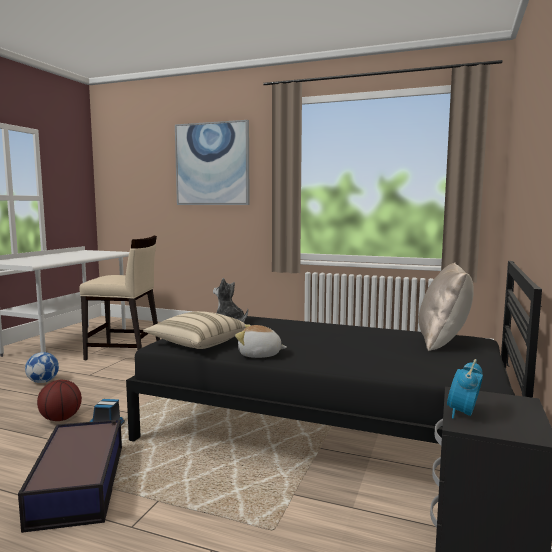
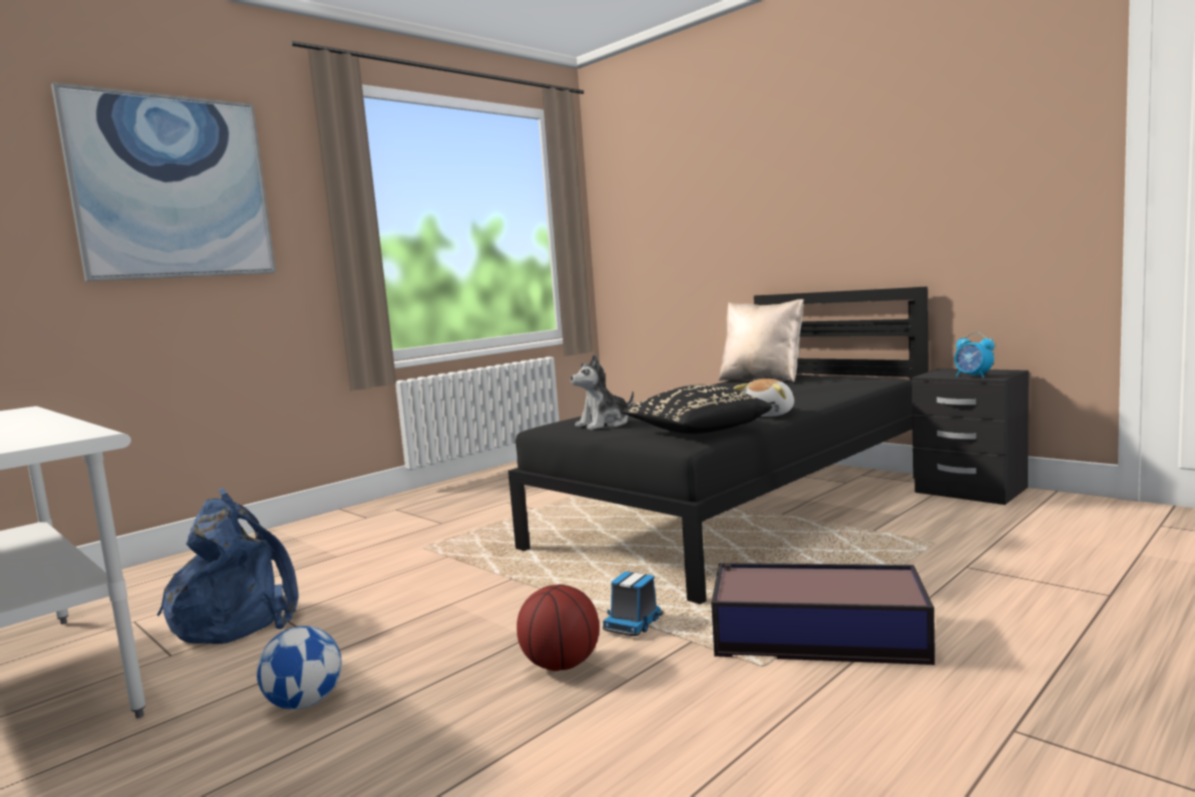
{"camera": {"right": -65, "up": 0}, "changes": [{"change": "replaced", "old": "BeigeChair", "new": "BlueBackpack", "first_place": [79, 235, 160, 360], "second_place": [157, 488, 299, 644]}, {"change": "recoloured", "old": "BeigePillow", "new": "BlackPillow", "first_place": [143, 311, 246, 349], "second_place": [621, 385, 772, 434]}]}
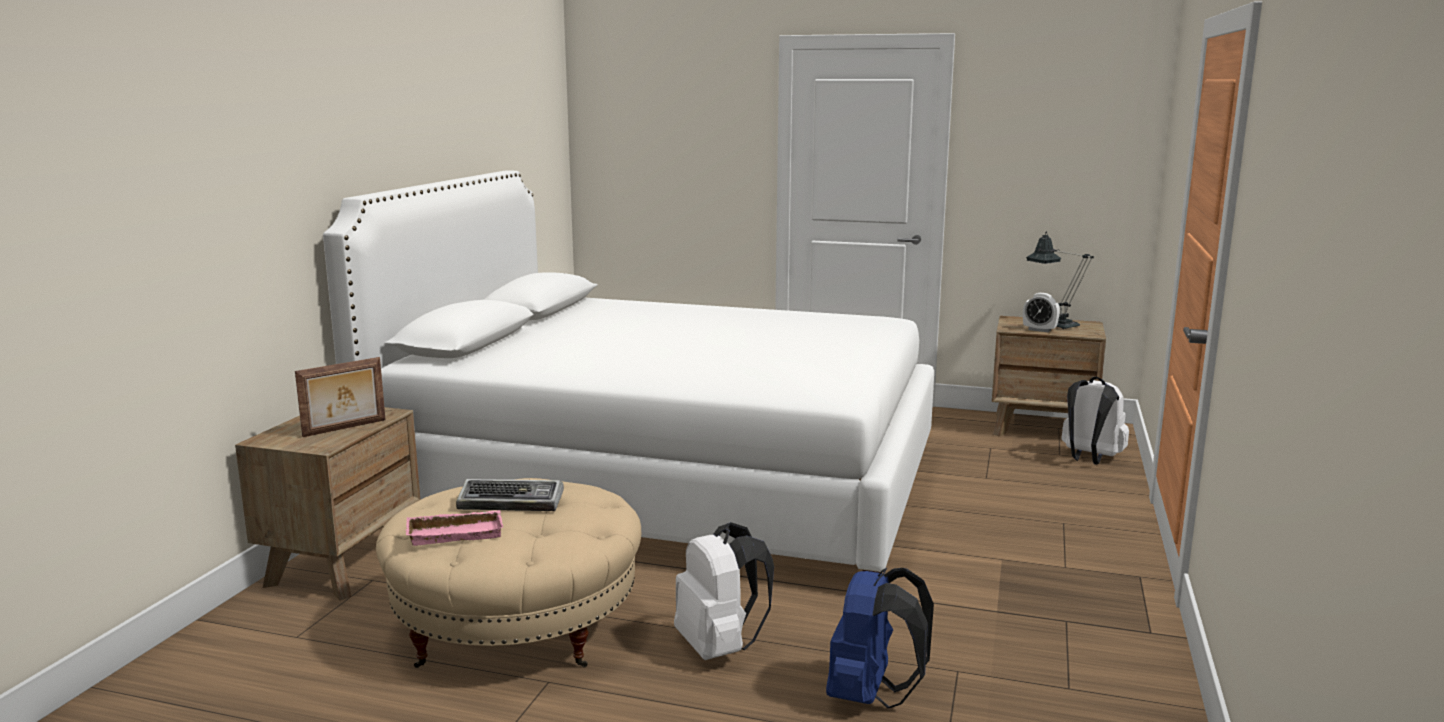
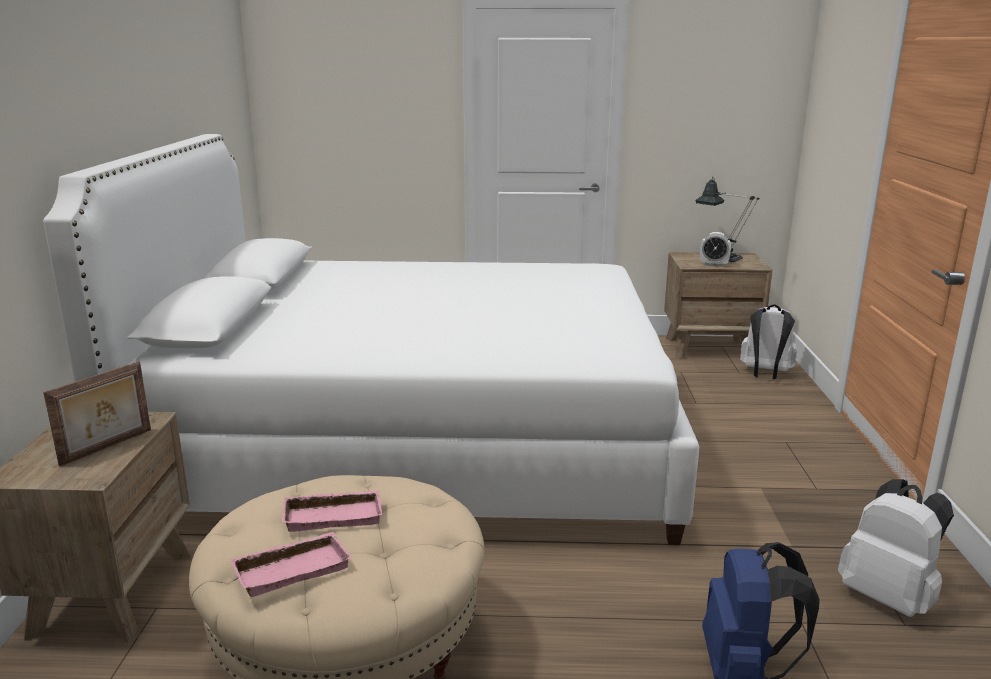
{"camera": {"right": -15, "up": 5}, "changes": [{"change": "moved", "old": "WhiteBackpack", "first_place": [674, 522, 774, 660], "second_place": [838, 479, 954, 617]}, {"change": "replaced", "old": "Keyboard", "new": "PinkTray", "first_place": [456, 479, 564, 511], "second_place": [281, 490, 382, 532]}]}
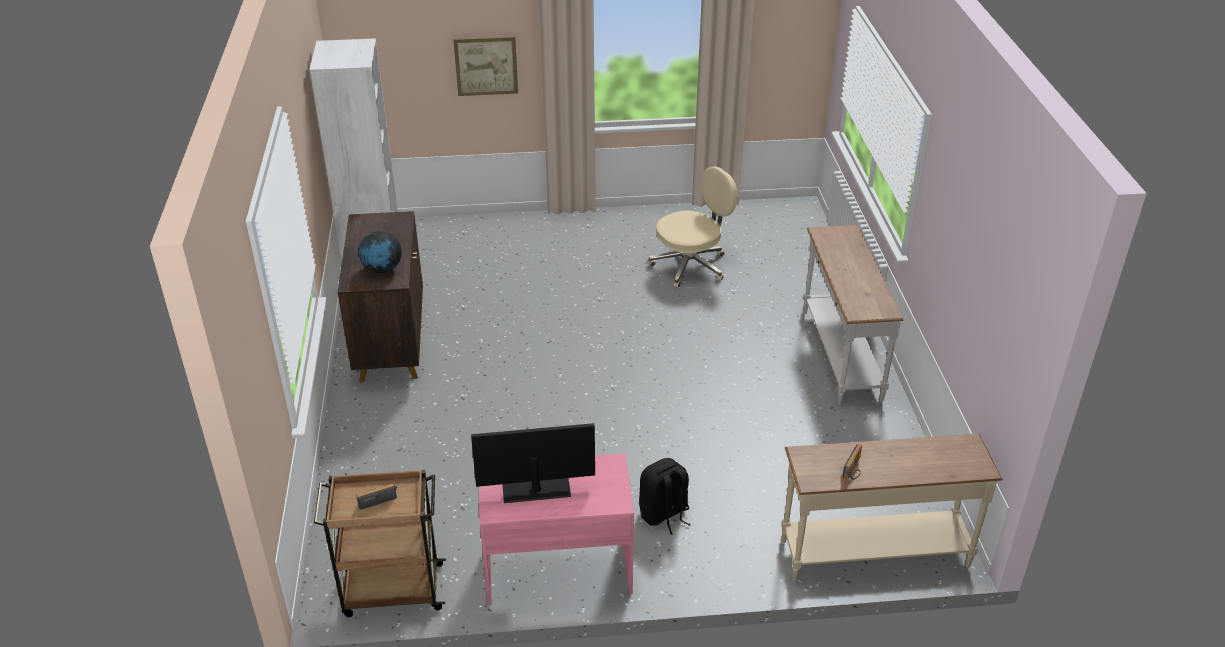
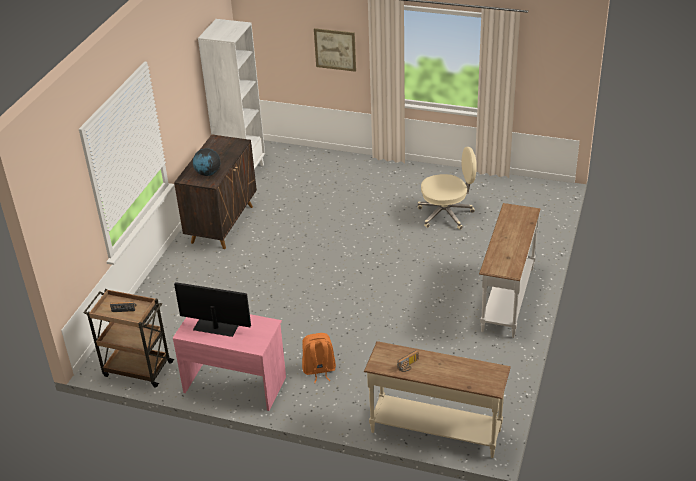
{"camera": {"right": 25, "up": 0}, "changes": [{"change": "recoloured", "old": "BlackBackpack", "new": "OrangeBackpack", "first_place": [639, 458, 691, 535], "second_place": [302, 333, 336, 383]}]}
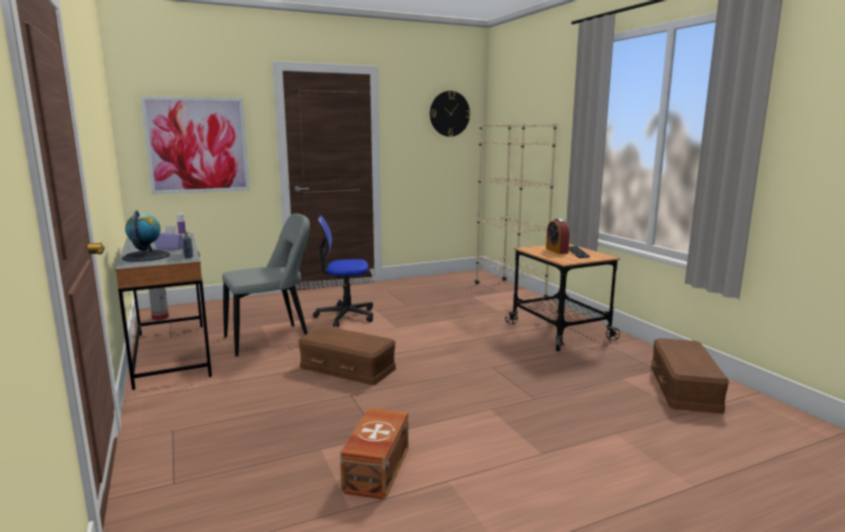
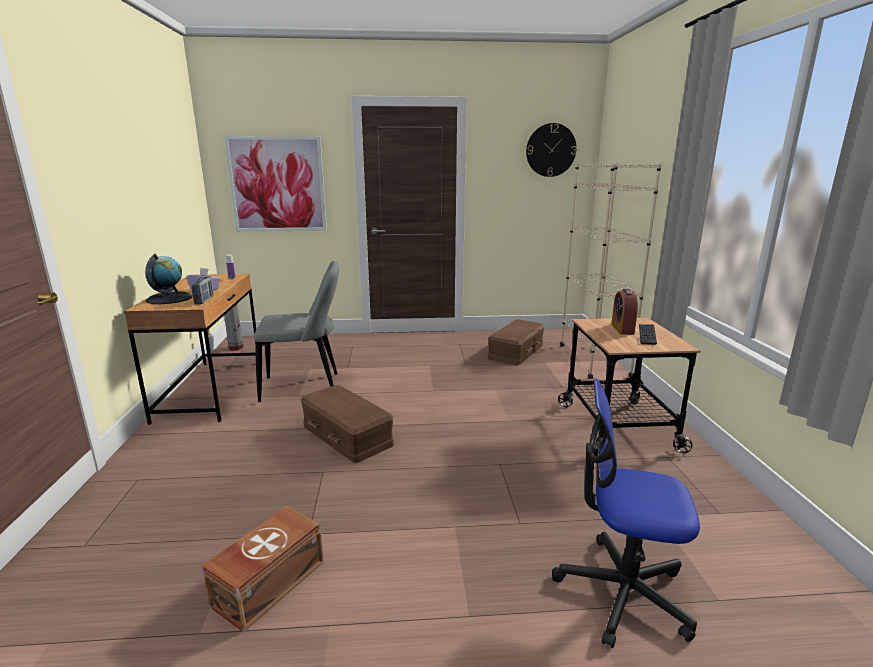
{"camera": {"right": 20, "up": 5}, "changes": [{"change": "moved", "old": "OfficeChair", "first_place": [313, 215, 373, 327], "second_place": [552, 378, 700, 648]}, {"change": "moved", "old": "BrownStorageBox", "first_place": [651, 338, 729, 414], "second_place": [488, 319, 544, 366]}, {"change": "recoloured", "old": "GreyDesk", "new": "BrownDesk", "first_place": [115, 234, 212, 390], "second_place": [124, 274, 256, 425]}]}
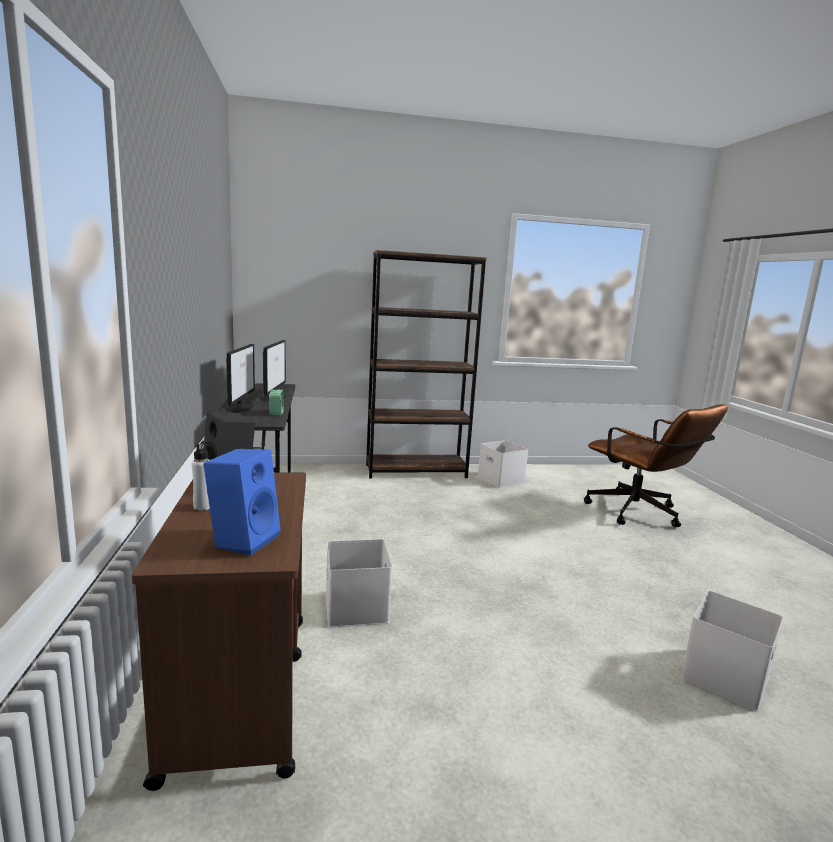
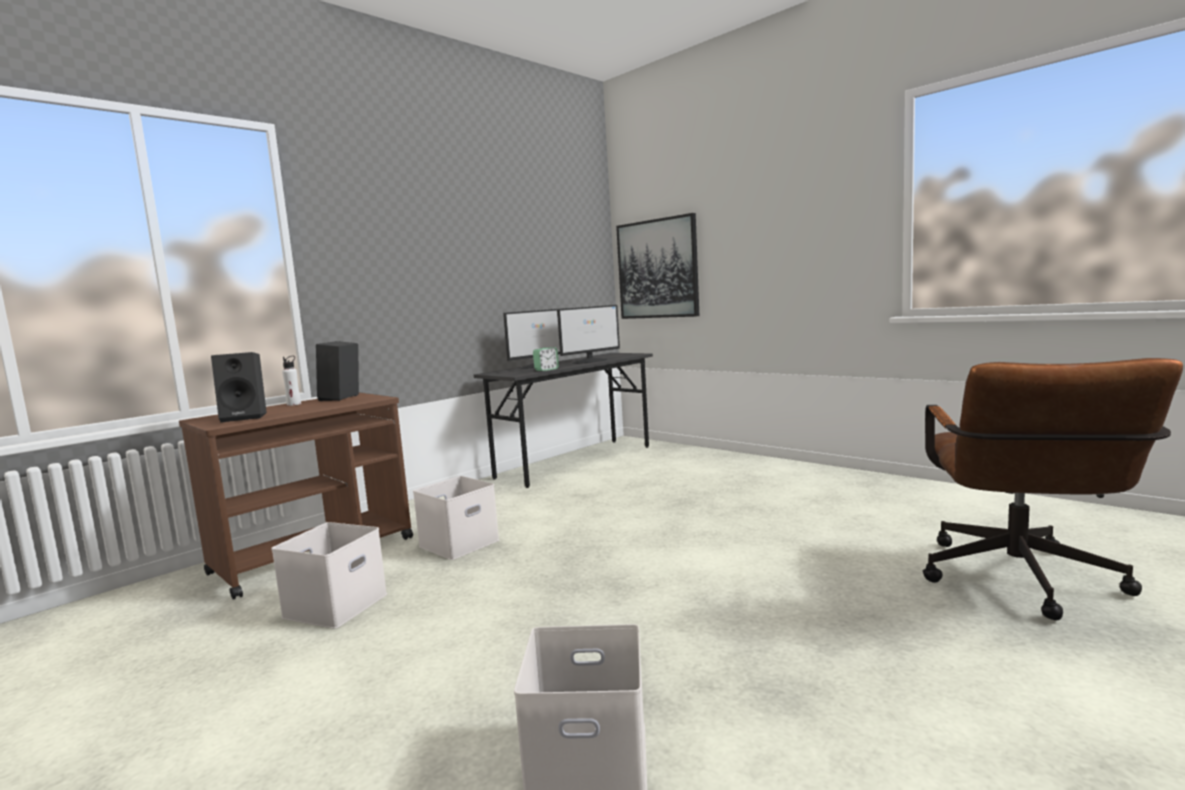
{"camera": {"right": 55, "up": -5}, "changes": [{"change": "removed", "old": "BrownBookcase", "first_place": [366, 250, 487, 478]}, {"change": "added", "new": "Picture", "second_place": [616, 213, 699, 319]}, {"change": "moved", "old": "WhiteStorageBox", "first_place": [478, 440, 528, 488], "second_place": [271, 522, 387, 629]}, {"change": "recoloured", "old": "BlueSpeaker", "new": "BlackSpeaker", "first_place": [203, 449, 281, 556], "second_place": [211, 352, 267, 422]}]}
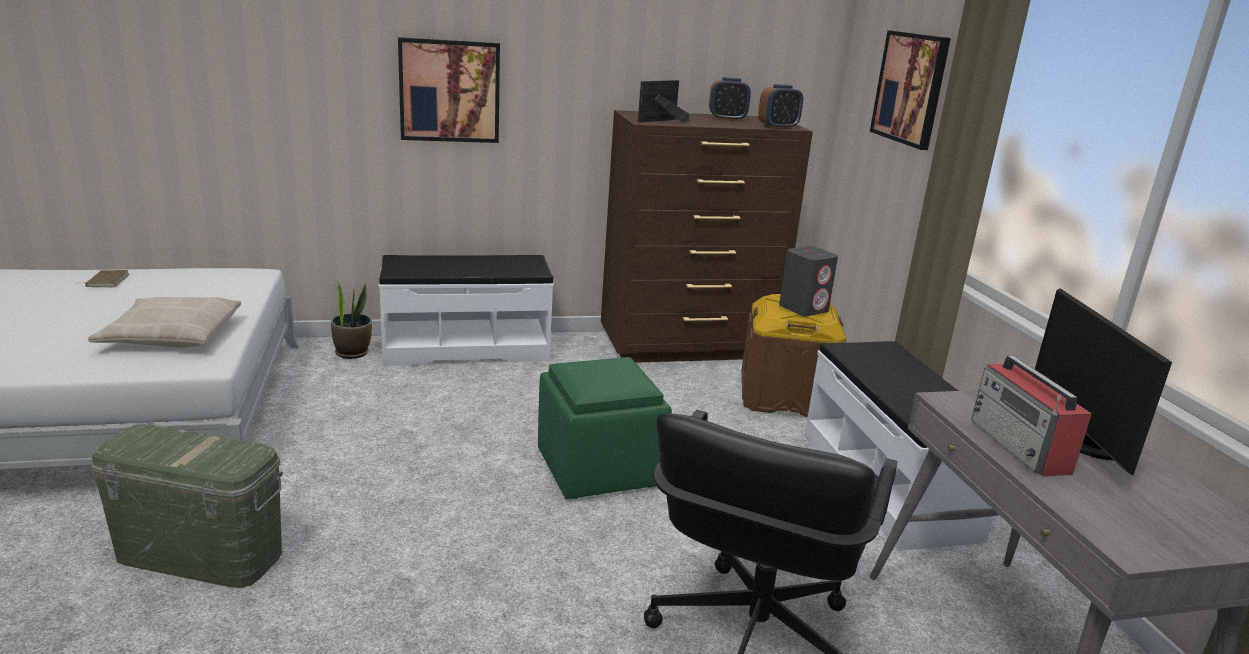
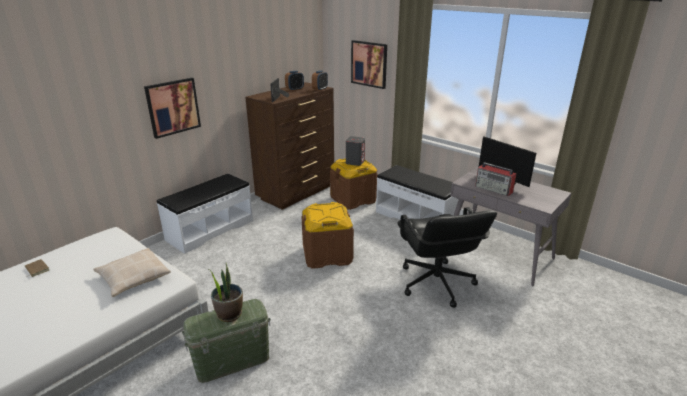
{"camera": {"right": -35, "up": 5}, "changes": [{"change": "moved", "old": "PottedPlant", "first_place": [331, 281, 372, 359], "second_place": [209, 263, 243, 322]}, {"change": "replaced", "old": "GreenOttoman", "new": "BrownStorageBox", "first_place": [538, 357, 672, 499], "second_place": [301, 202, 354, 269]}]}
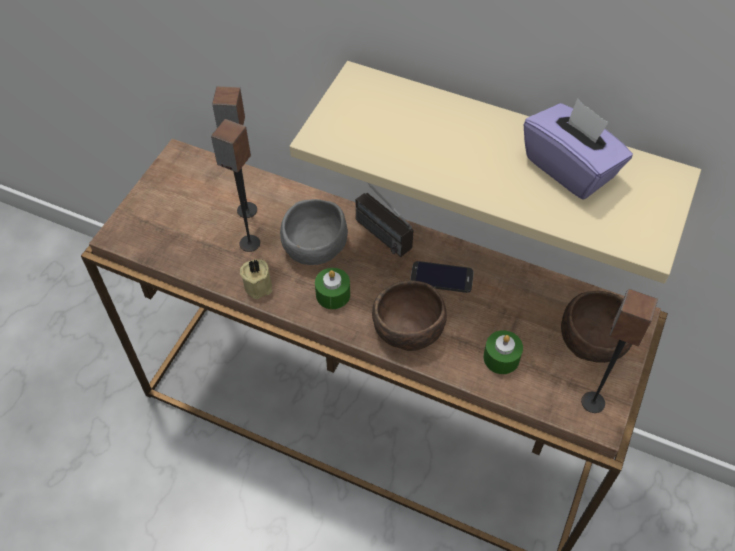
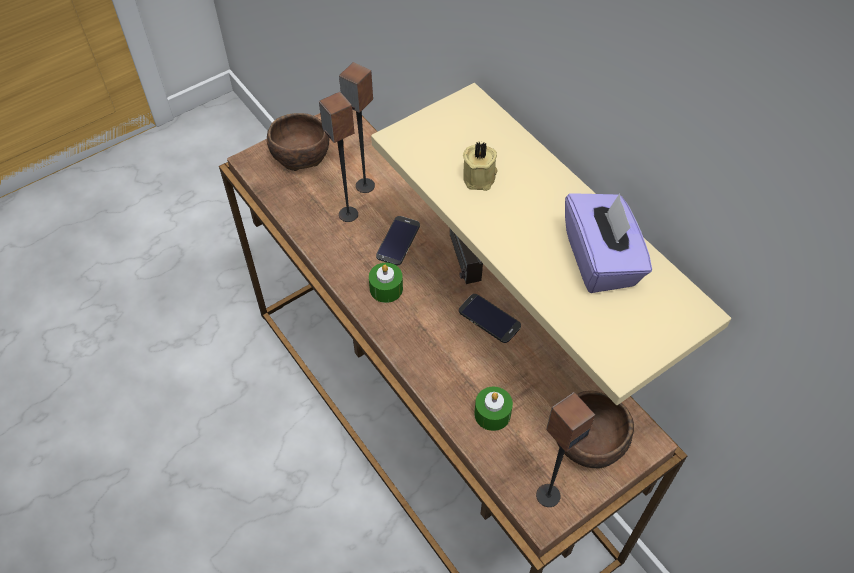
{"camera": {"right": 30, "up": 0}, "changes": [{"change": "moved", "old": "BeigeCandle", "first_place": [240, 259, 272, 299], "second_place": [463, 142, 498, 191]}, {"change": "moved", "old": "BrownBowl", "first_place": [372, 280, 447, 351], "second_place": [267, 113, 329, 171]}, {"change": "replaced", "old": "GreyBowl", "new": "Phone", "first_place": [280, 199, 348, 265], "second_place": [376, 216, 420, 266]}]}
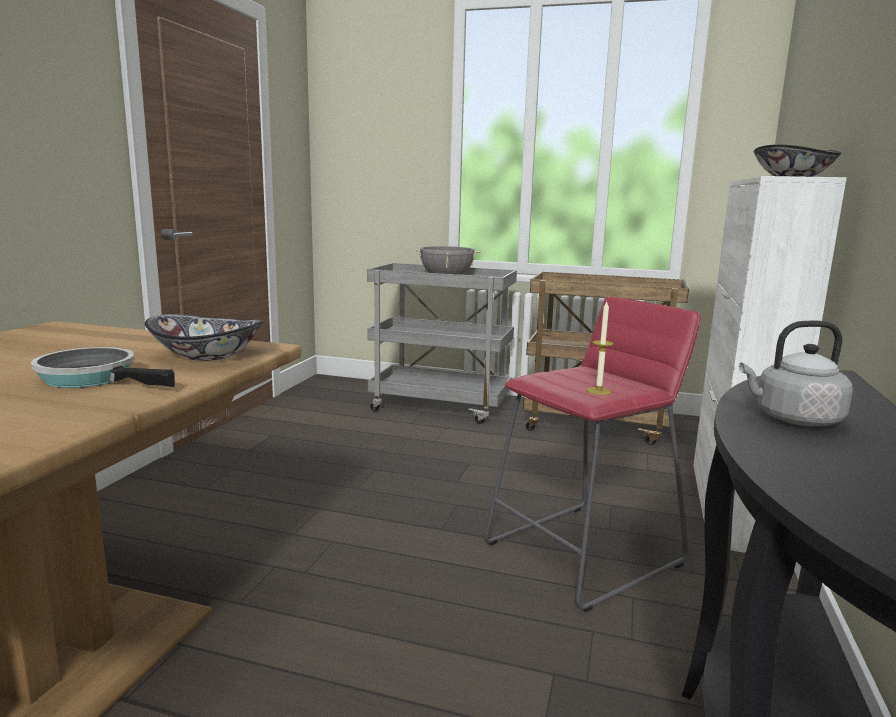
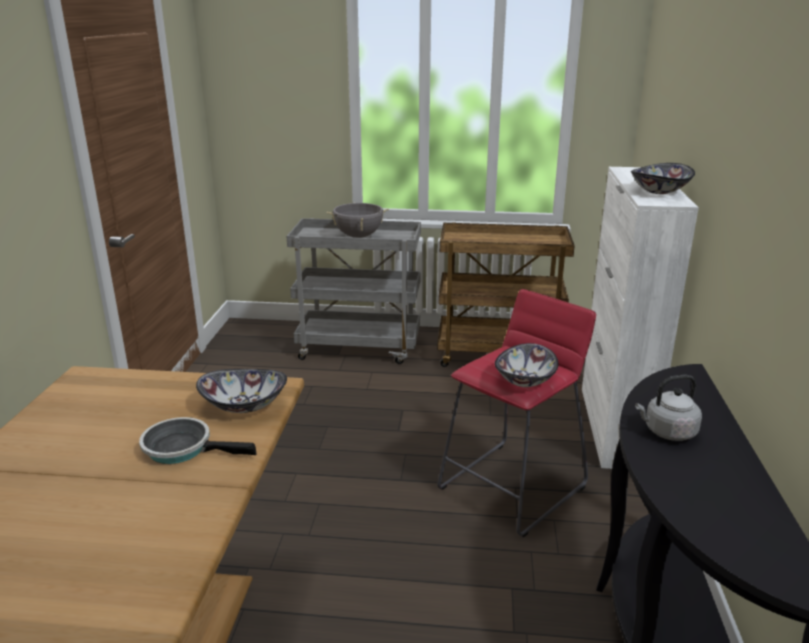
{"camera": {"right": -10, "up": 10}, "changes": [{"change": "replaced", "old": "Candle", "new": "Bowl", "first_place": [586, 302, 614, 395], "second_place": [495, 343, 559, 387]}]}
